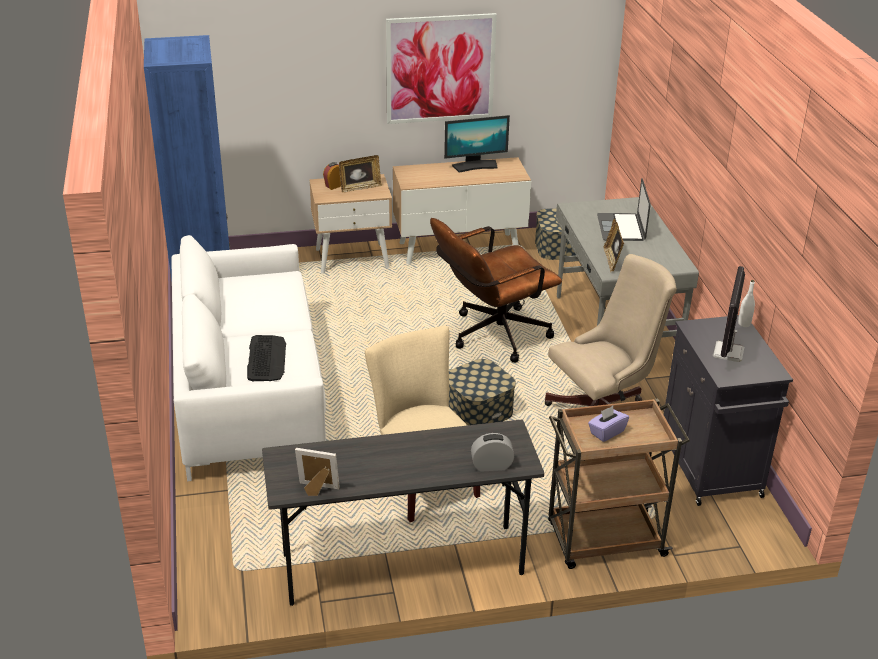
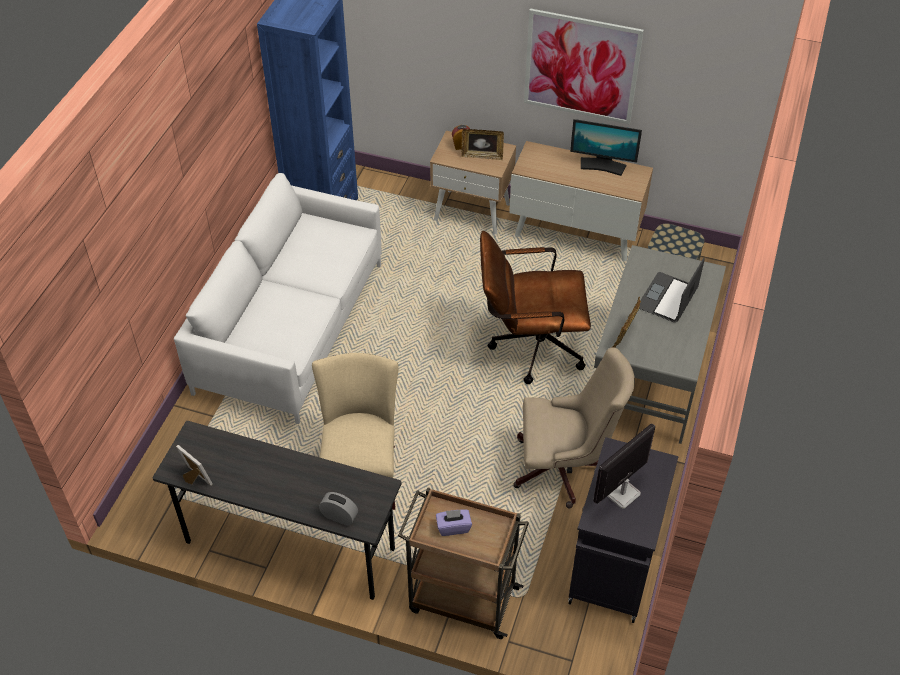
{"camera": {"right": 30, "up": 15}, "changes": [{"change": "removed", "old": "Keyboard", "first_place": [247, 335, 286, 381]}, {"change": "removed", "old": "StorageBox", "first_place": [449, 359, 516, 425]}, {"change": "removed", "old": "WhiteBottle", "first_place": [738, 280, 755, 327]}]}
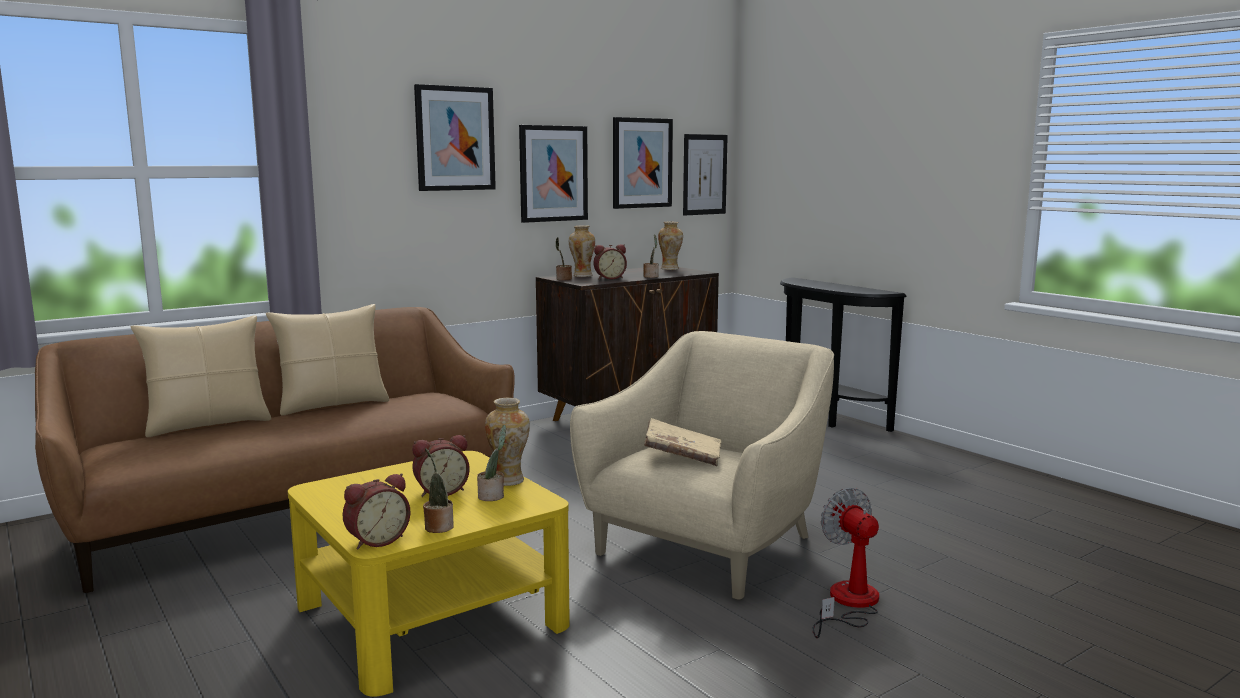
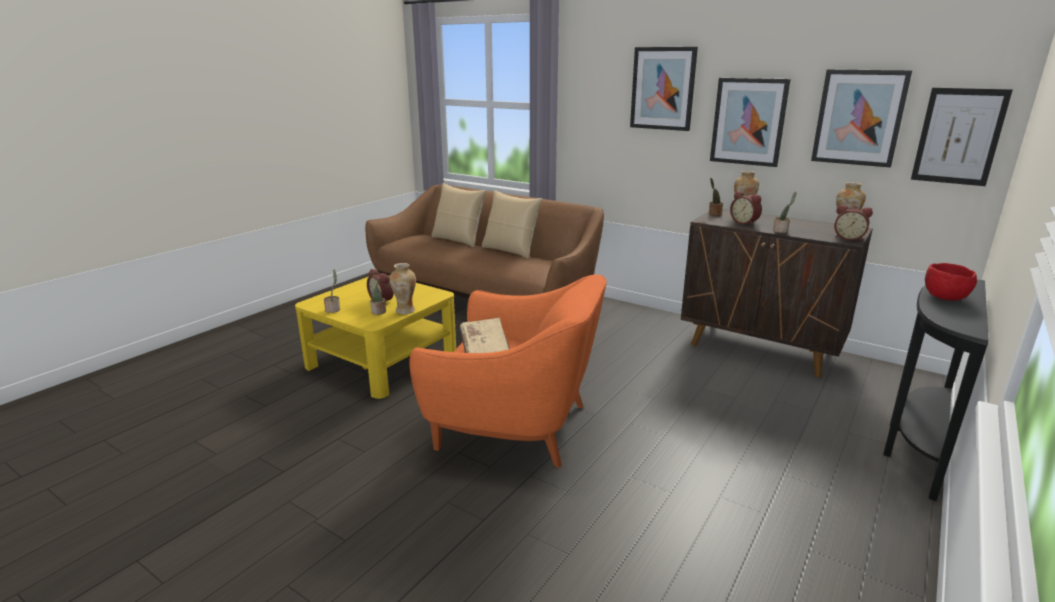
{"camera": {"right": 70, "up": 10}, "changes": [{"change": "removed", "old": "Fan", "first_place": [813, 487, 879, 638]}, {"change": "added", "new": "RedBowl", "second_place": [925, 263, 977, 300]}, {"change": "moved", "old": "AlarmClock", "first_place": [343, 473, 411, 550], "second_place": [834, 205, 873, 241]}, {"change": "recoloured", "old": "BeigeArmchair", "new": "OrangeArmchair", "first_place": [570, 331, 834, 600], "second_place": [409, 275, 607, 468]}]}
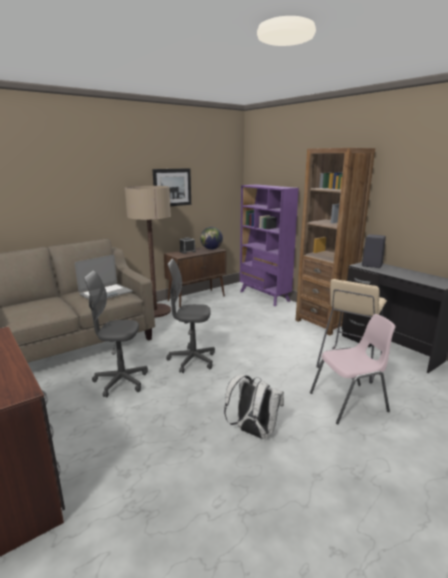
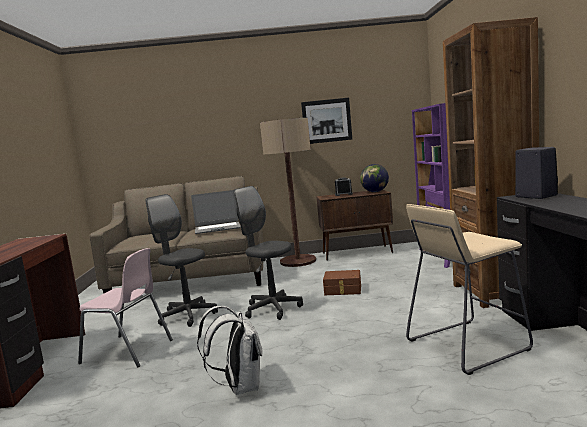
{"camera": {"right": 35, "up": -10}, "changes": [{"change": "added", "new": "BrownStorageBox", "second_place": [323, 270, 361, 295]}, {"change": "moved", "old": "PinkChair", "first_place": [310, 314, 396, 424], "second_place": [78, 248, 173, 367]}]}
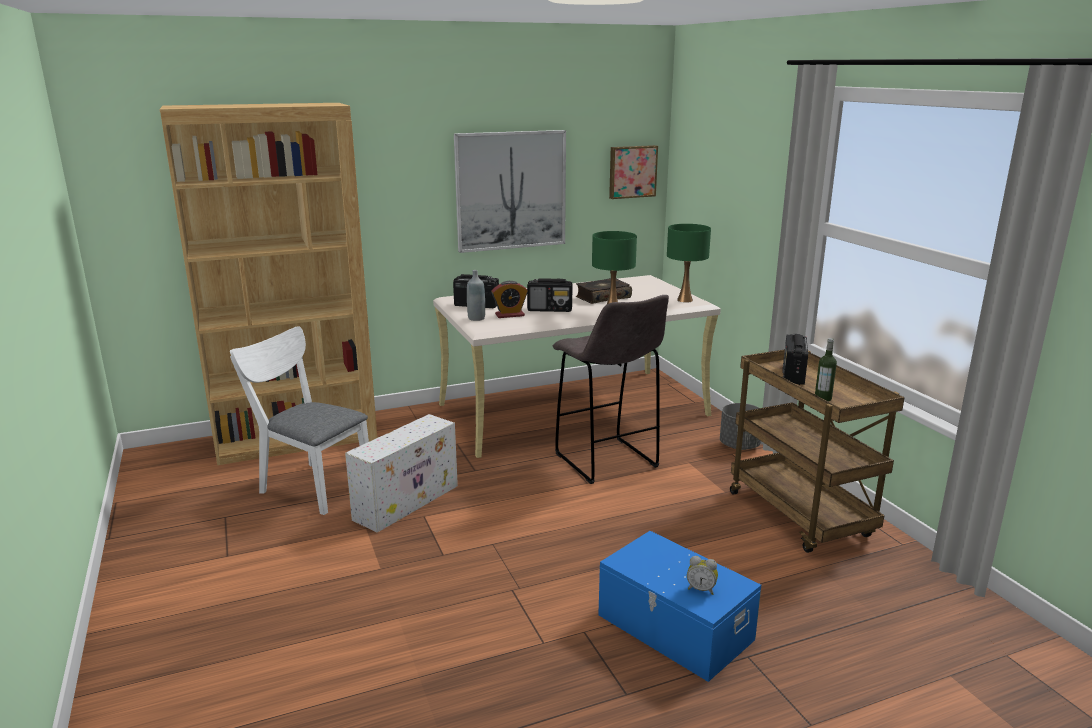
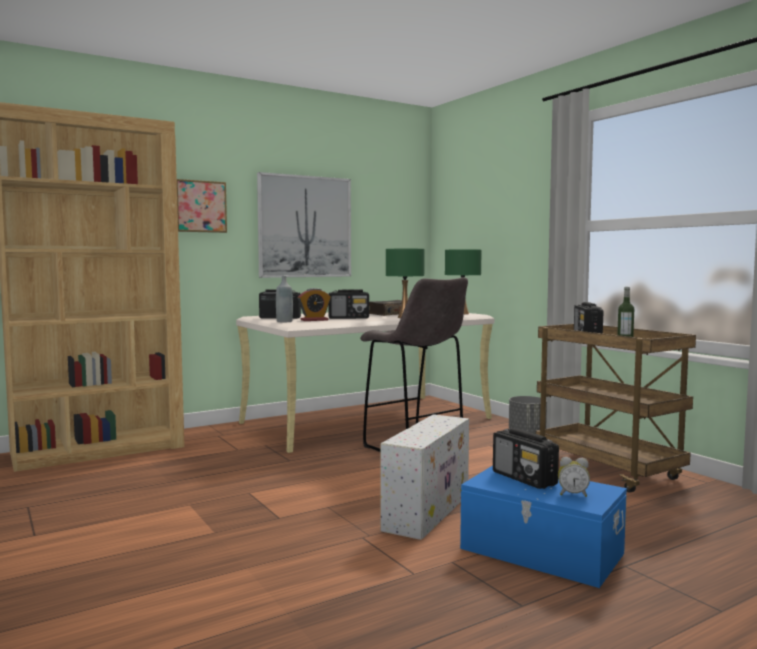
{"camera": {"right": -10, "up": -15}, "changes": [{"change": "removed", "old": "WhiteChair", "first_place": [230, 326, 369, 515]}, {"change": "added", "new": "Radio", "second_place": [493, 428, 559, 489]}, {"change": "moved", "old": "WhiteStorageBox", "first_place": [345, 414, 458, 533], "second_place": [380, 414, 469, 540]}, {"change": "moved", "old": "Picture", "first_place": [609, 145, 658, 199], "second_place": [177, 179, 227, 233]}]}
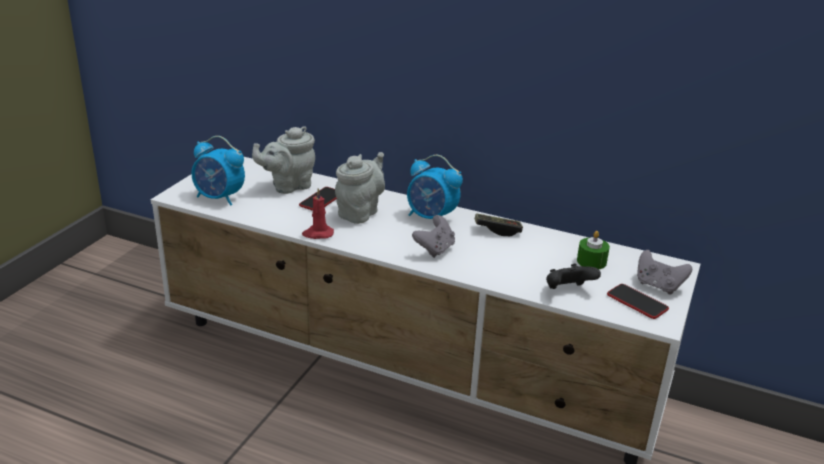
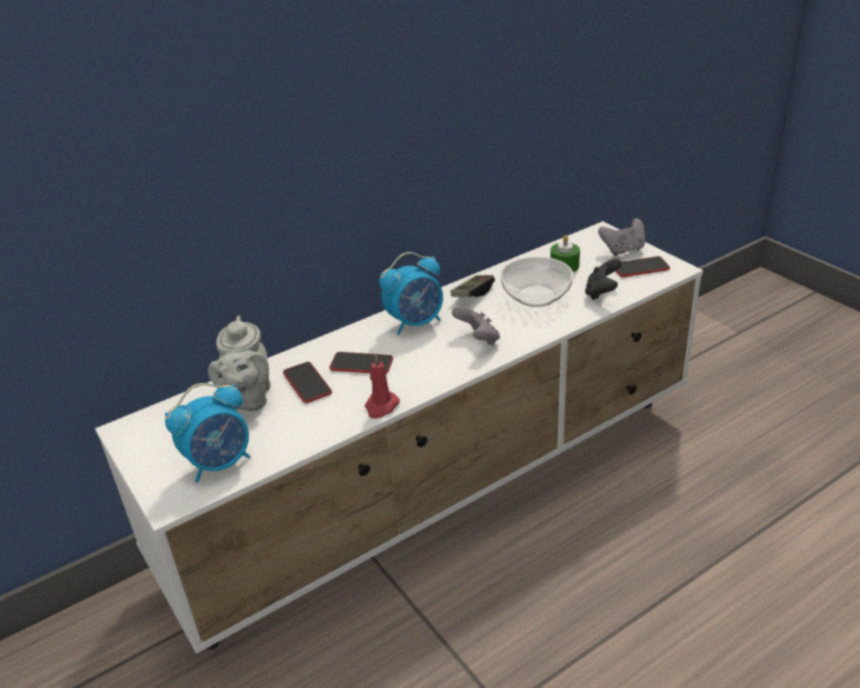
{"camera": {"right": -55, "up": 5}, "changes": [{"change": "added", "new": "Bowl", "second_place": [500, 257, 573, 307]}, {"change": "replaced", "old": "GreyTeapot", "new": "Phone", "first_place": [335, 152, 385, 224], "second_place": [329, 352, 393, 374]}]}
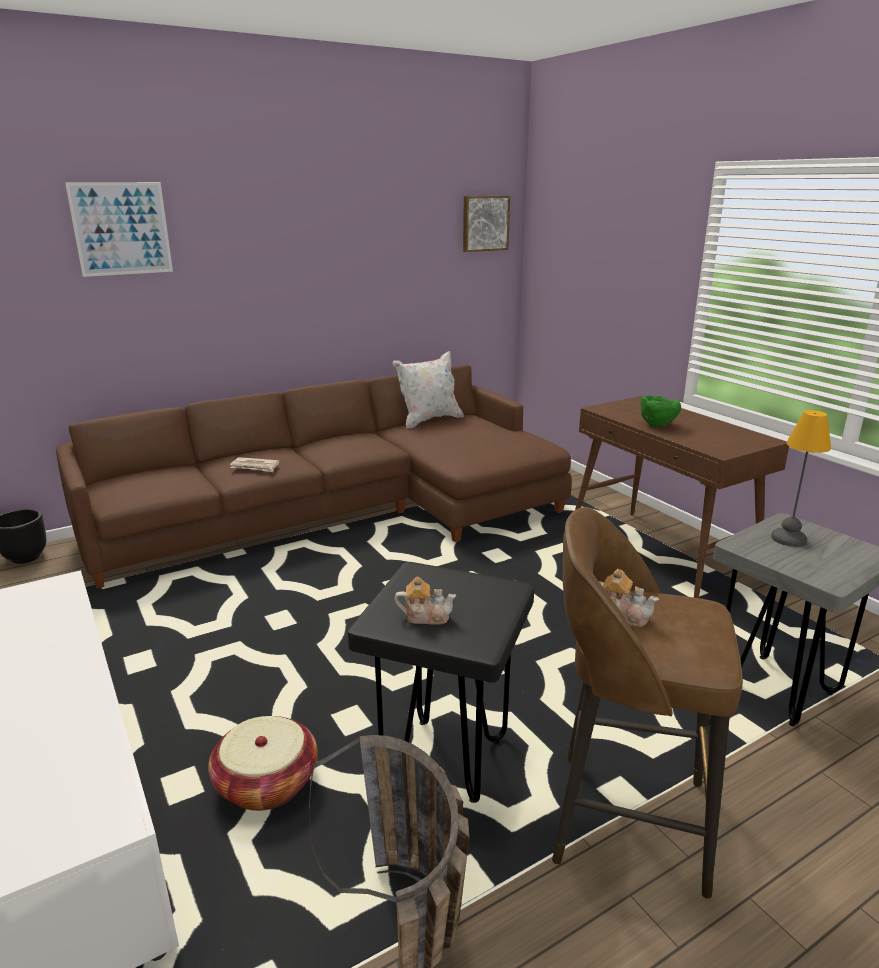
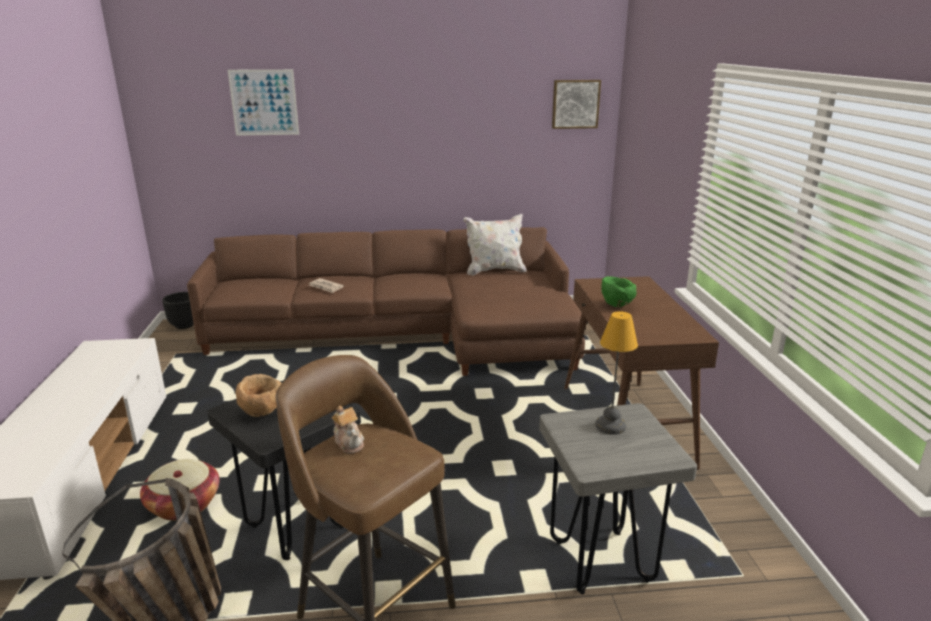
{"camera": {"right": 25, "up": 0}, "changes": [{"change": "replaced", "old": "Teapot", "new": "BrownBowl", "first_place": [394, 577, 456, 625], "second_place": [236, 374, 282, 417]}]}
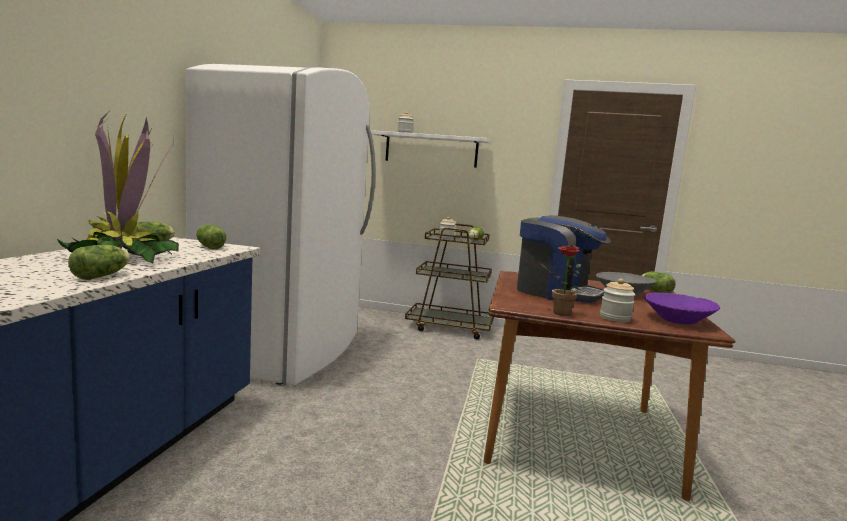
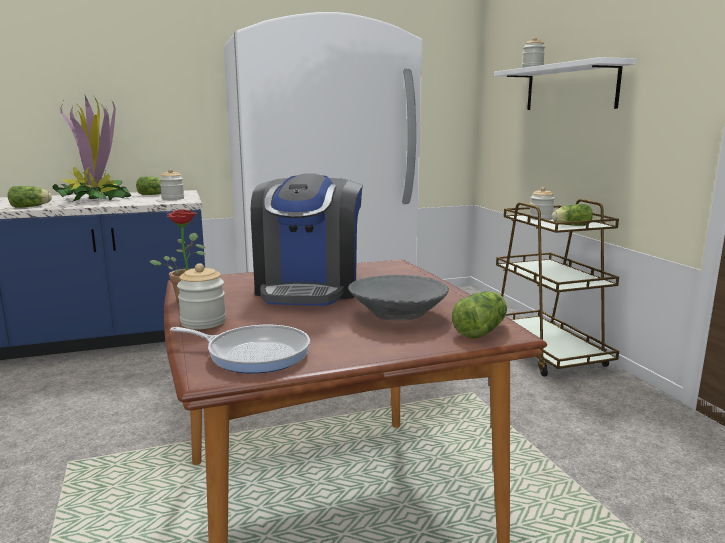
{"camera": {"right": 60, "up": 5}, "changes": [{"change": "replaced", "old": "Lettuce", "new": "Jar", "first_place": [196, 225, 226, 249], "second_place": [160, 169, 184, 200]}, {"change": "replaced", "old": "PurpleBowl", "new": "FryingPan", "first_place": [644, 293, 720, 324], "second_place": [170, 325, 310, 373]}]}
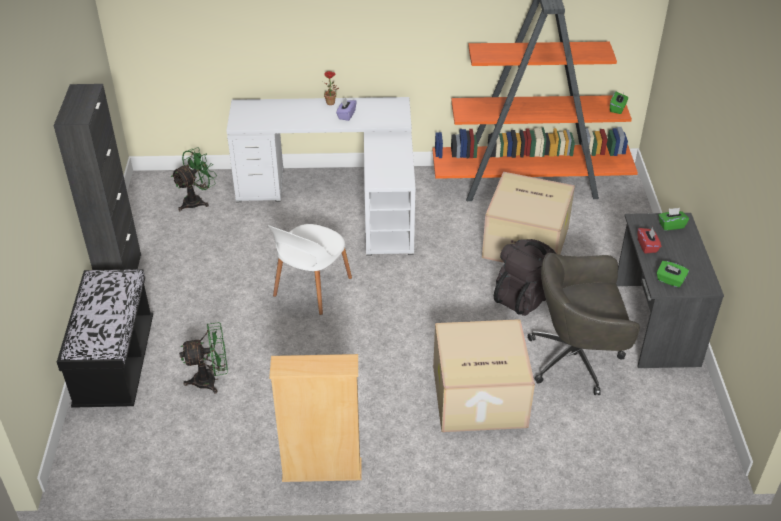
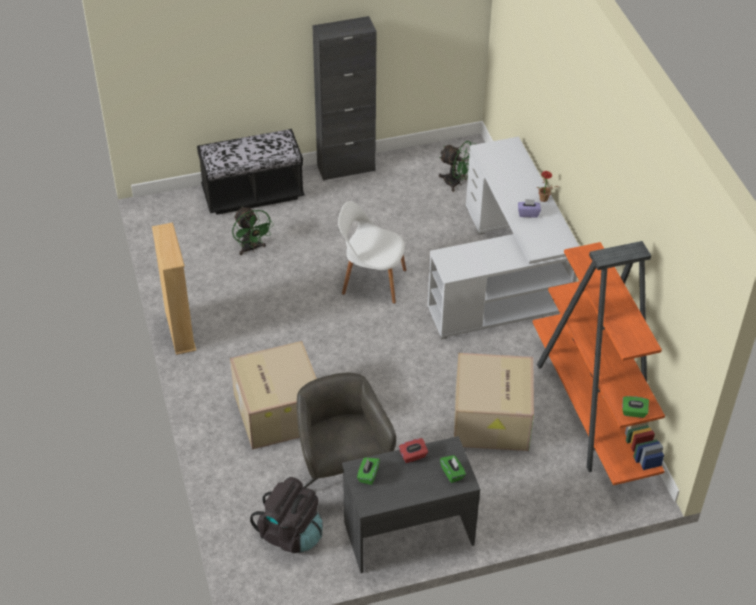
{"camera": {"right": 75, "up": 5}, "changes": [{"change": "moved", "old": "BlackBackpack", "first_place": [494, 239, 556, 316], "second_place": [250, 477, 323, 553]}]}
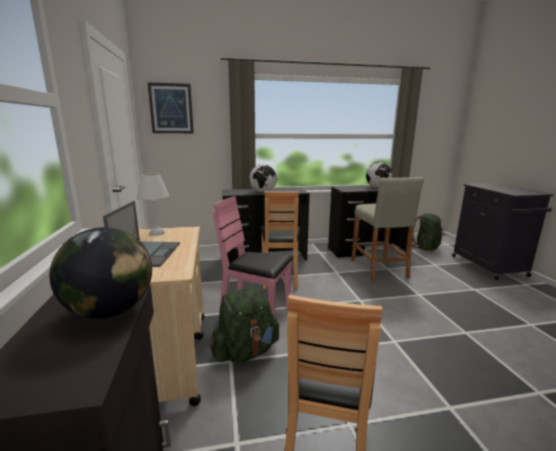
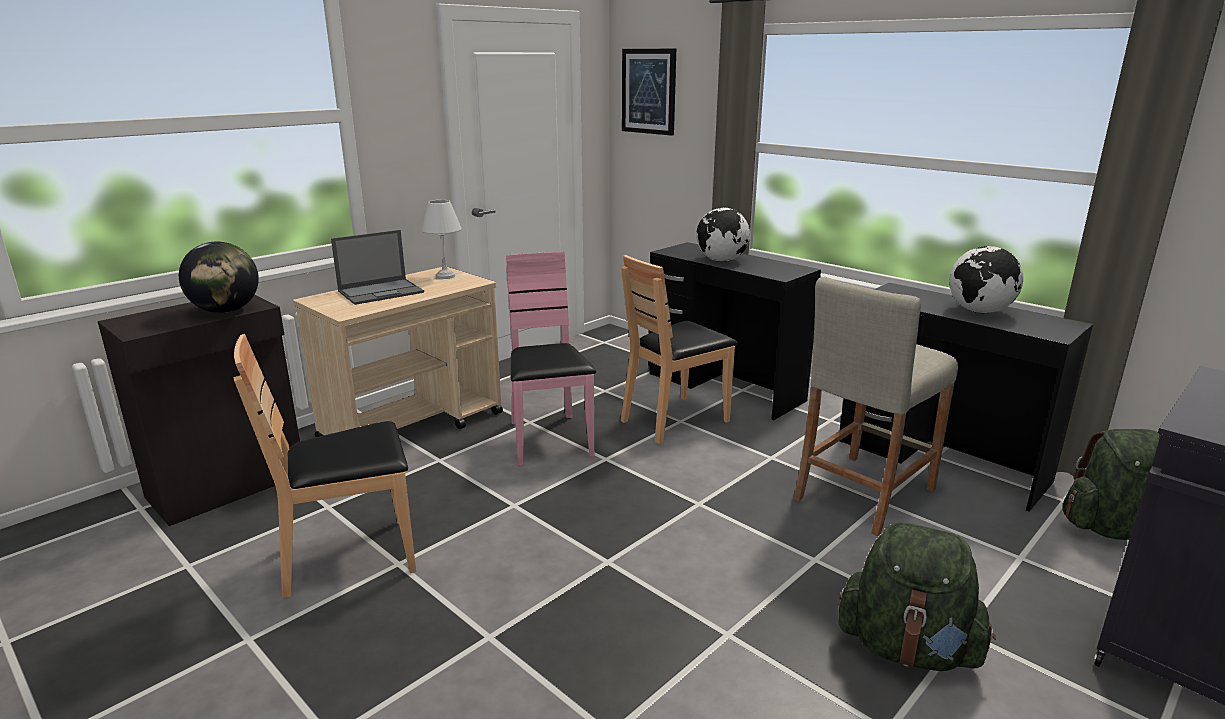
{"camera": {"right": 55, "up": 5}, "changes": [{"change": "moved", "old": "GreenBackpack", "first_place": [211, 287, 279, 363], "second_place": [838, 522, 996, 671]}]}
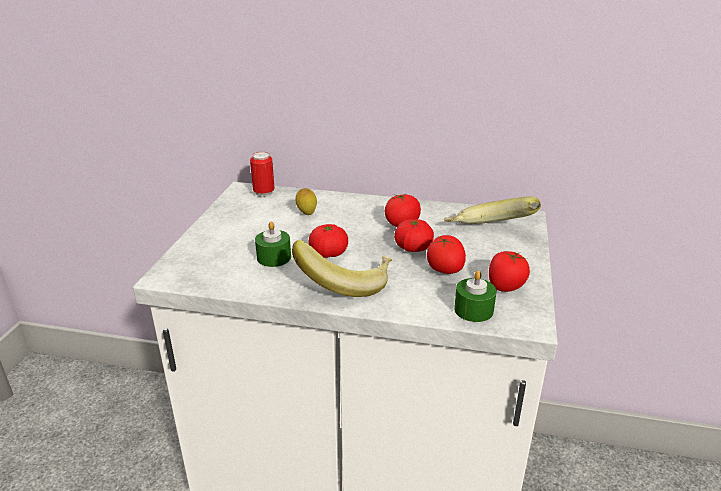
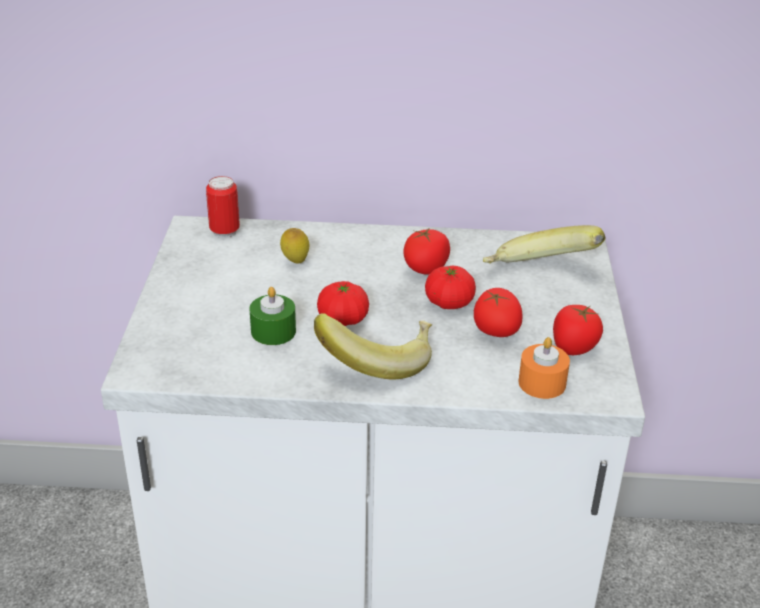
{"camera": {"right": -10, "up": 5}, "changes": [{"change": "recoloured", "old": "GreenCandle", "new": "OrangeCandle", "first_place": [454, 271, 496, 322], "second_place": [518, 337, 570, 399]}]}
